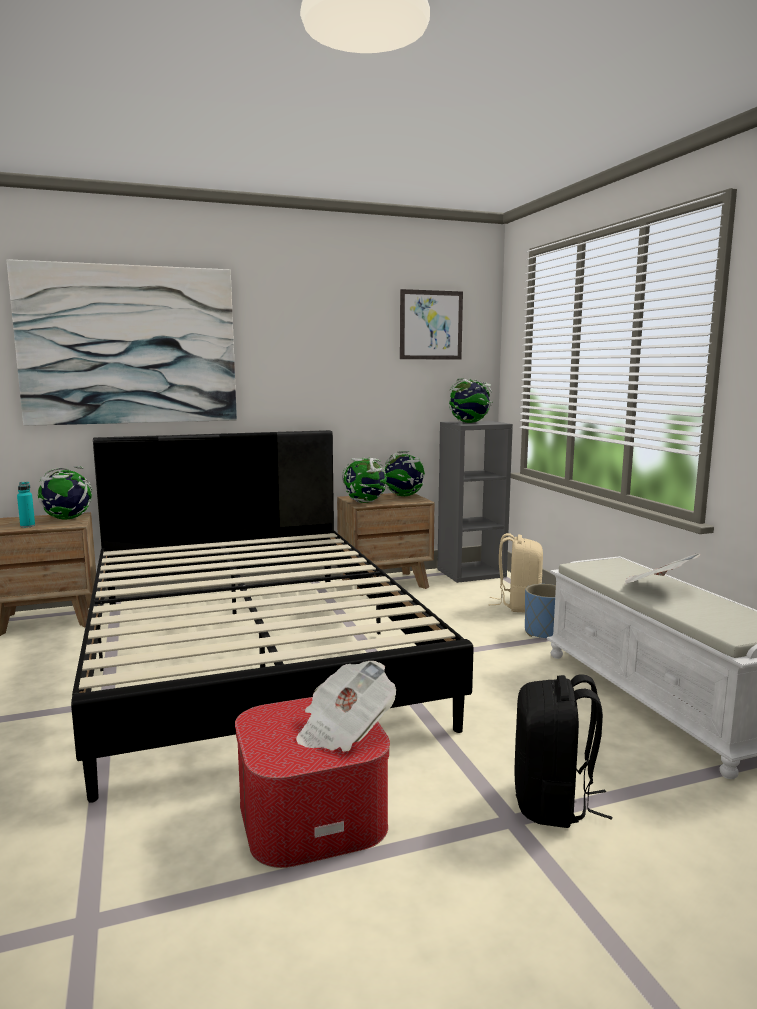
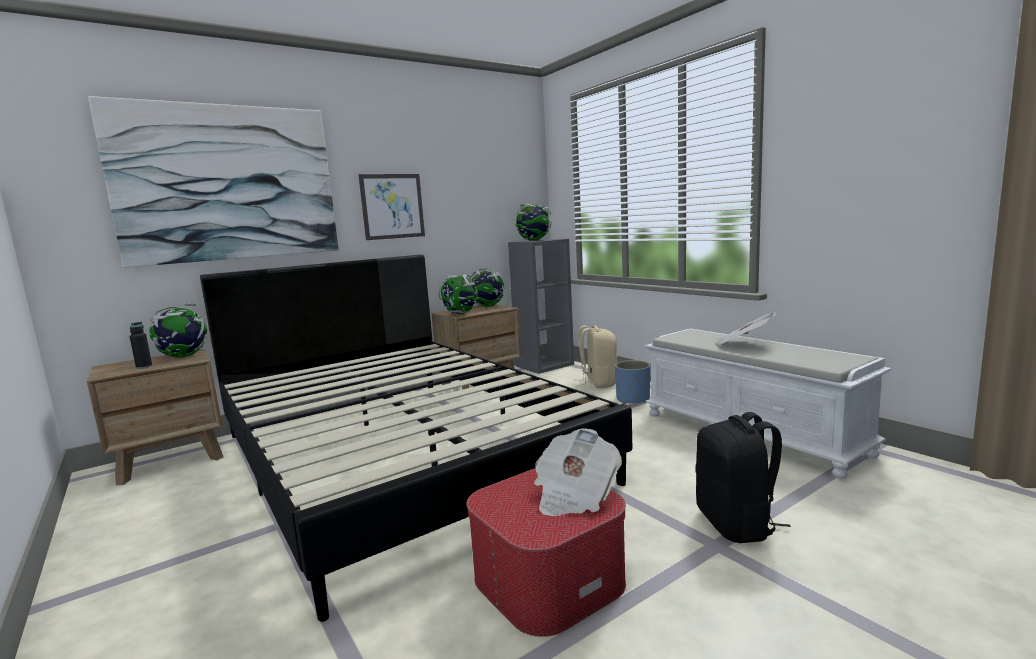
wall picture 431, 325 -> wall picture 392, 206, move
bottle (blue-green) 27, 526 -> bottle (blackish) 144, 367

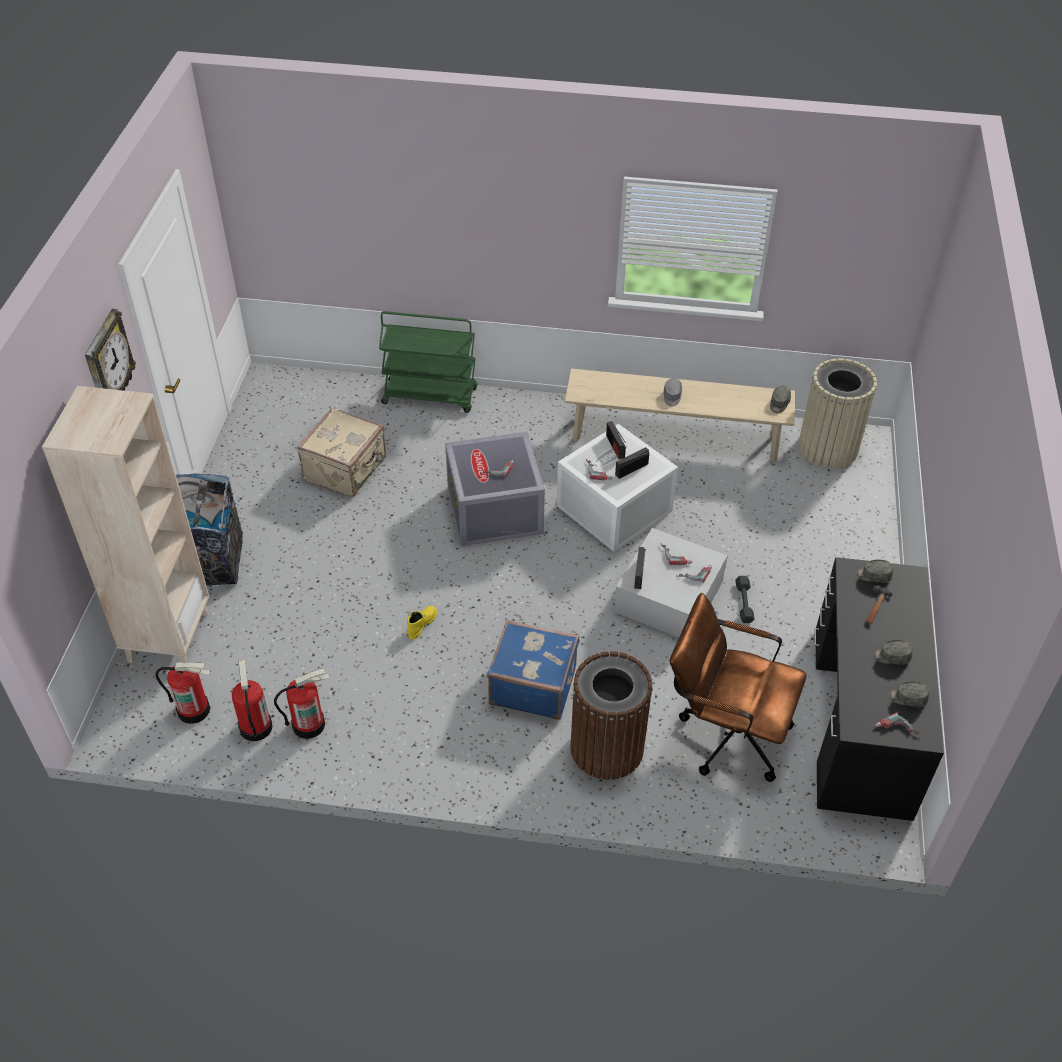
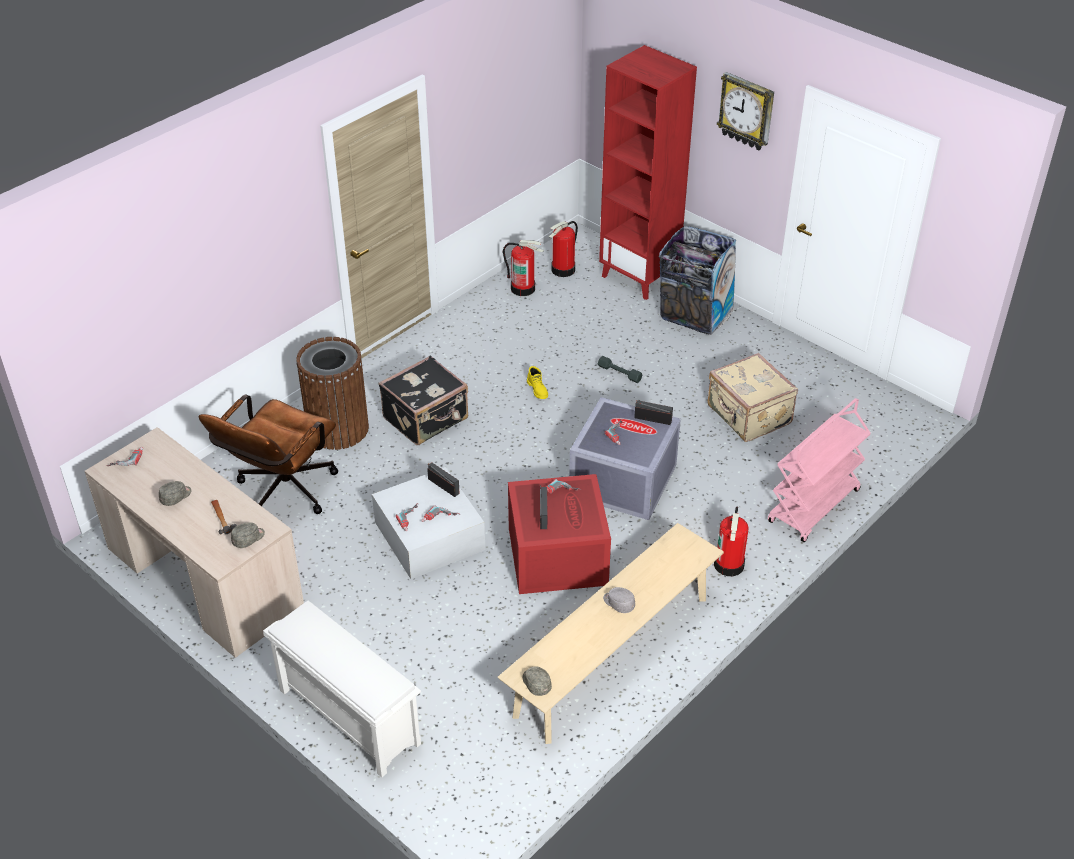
cart (green-coloured) 430, 396 -> cart (pinkish) 814, 507
waste bin (beige-coloured) 828, 448 -> none
shelving unit (beige-coloured) 168, 636 -> shelving unit (reddish) 639, 277
radio 615, 446 -> radio 652, 419, move
storage bin (white-coloured) 614, 510 -> storage bin (reddish) 556, 555
desk unit (blackish) 860, 720 -> desk unit (beige-coloured) 204, 576
free weight (gray) 744, 603 -> free weight (gray) 619, 373, move
desk chair (brown) 725, 733 -> desk chair (brown) 281, 494, 150 degrees clockwise
suitcase (blue-coloured) 533, 685 -> suitcase (blackish) 427, 419
fire extinguisher 308, 724 -> fire extinguisher 729, 565, move
cap (gray) 907, 698 -> none
none -> shoe rack (white-coloured) 347, 717

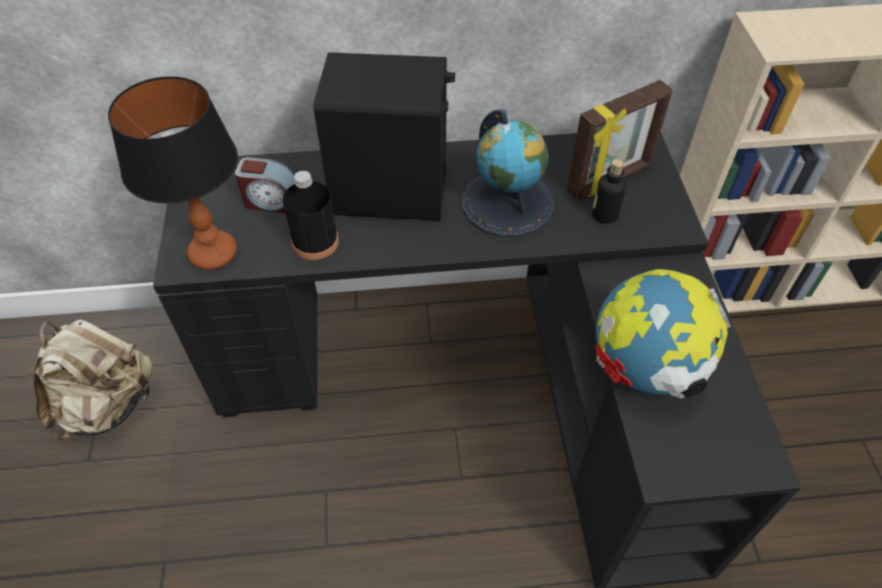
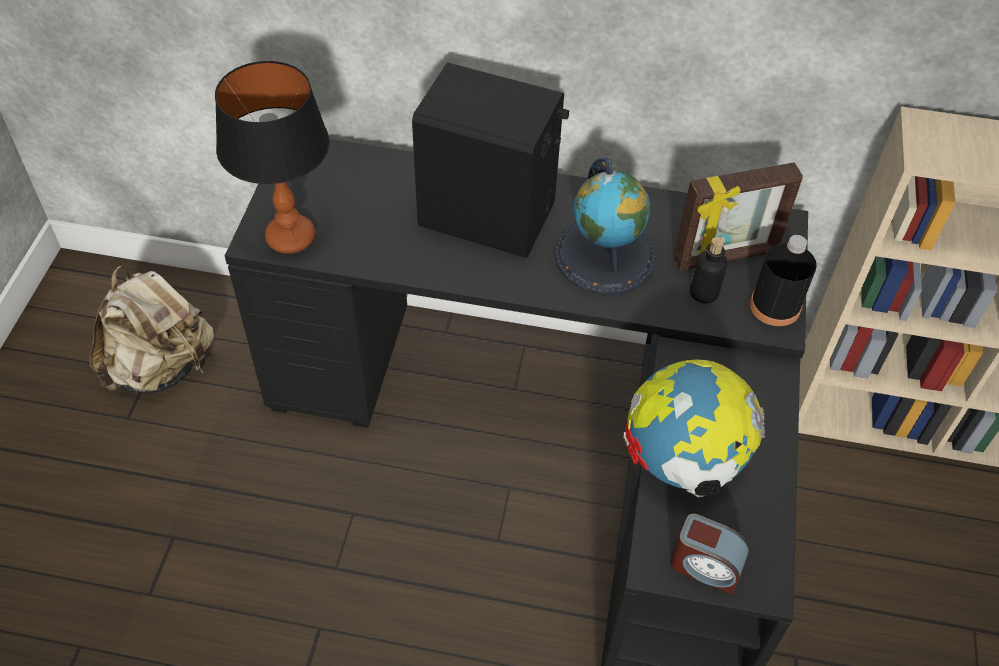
bedside clock 271, 201 -> bedside clock 705, 566, move
bottle (blackish) 315, 242 -> bottle (blackish) 775, 306, move

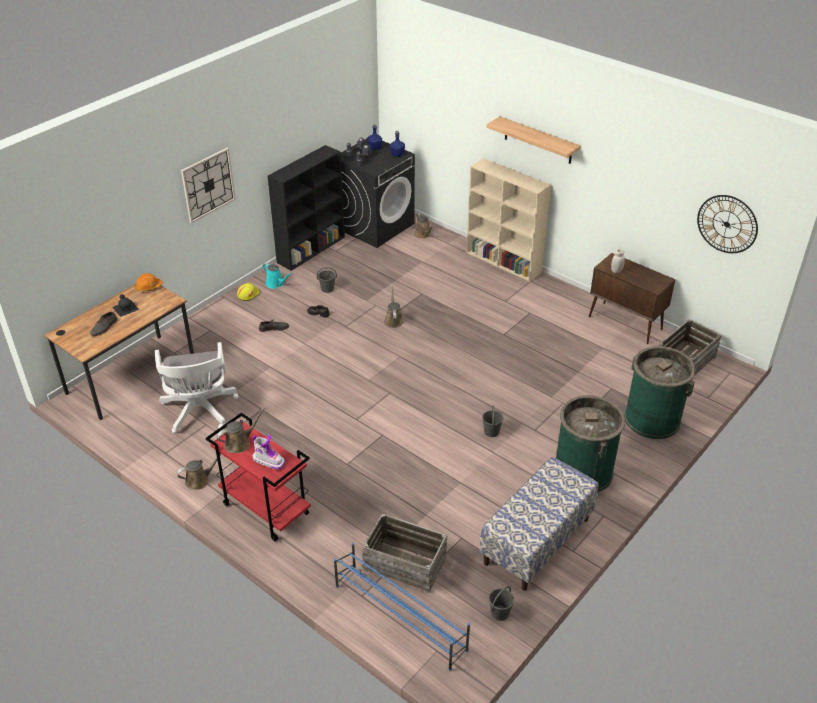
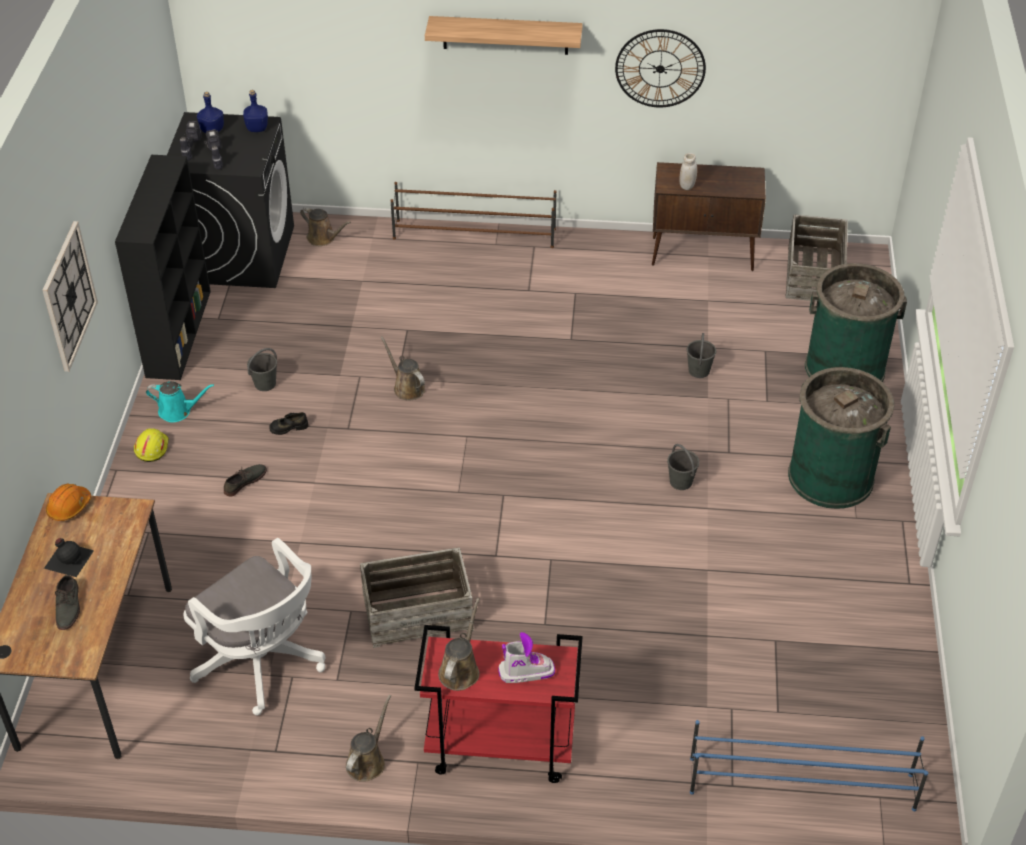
shelving unit (beige-coloured) 504, 262 -> shoe rack (brown) 475, 234
wall clock 727, 224 -> wall clock 660, 68, move
indoor bench 537, 541 -> none
shipping crate 405, 563 -> shipping crate 417, 612, move
water bucket (gray) 499, 613 -> water bucket (gray) 699, 371, move

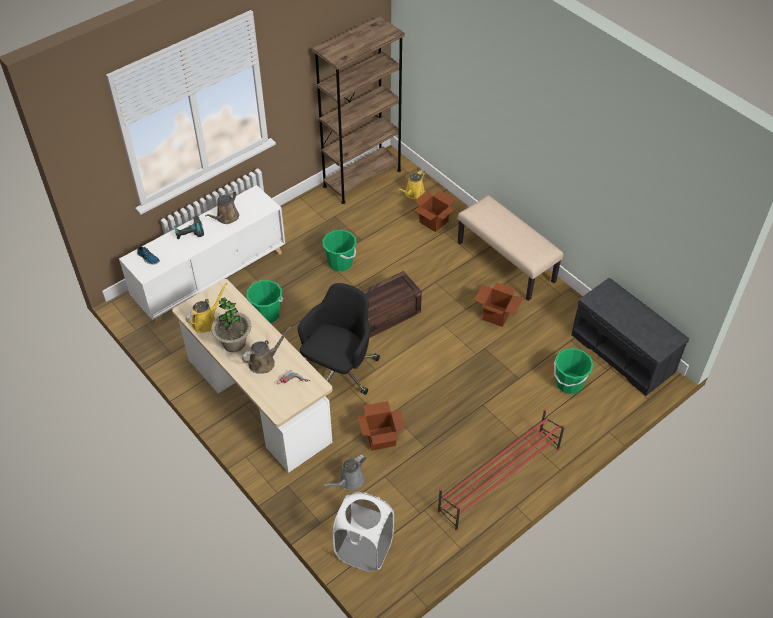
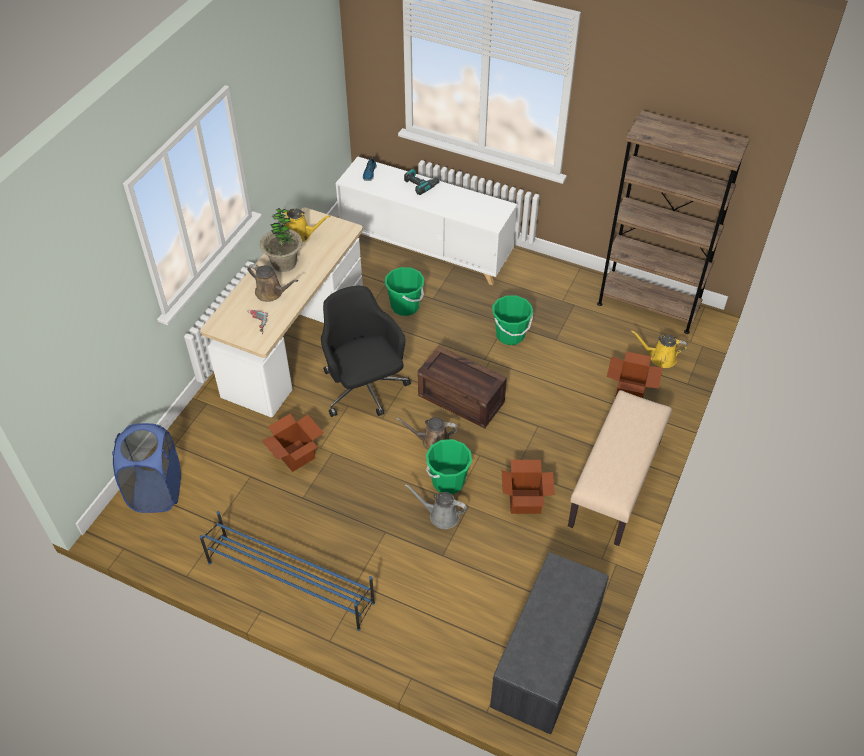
sprinkling can (brown) 226, 218 -> sprinkling can (brown) 432, 441, move
desk chair (blackish) 339, 370 -> desk chair (blackish) 364, 389, 120 degrees counterclockwise
water bucket (green-coloured) 569, 383 -> water bucket (green-coloured) 448, 481, move
shoe rack (reddish) 498, 479 -> shoe rack (blue-coloured) 289, 582
sprinkling can (gray) 349, 481 -> sprinkling can (gray) 441, 515, move
hamper (white-coloured) 364, 549 -> hamper (blue-coloured) 156, 491

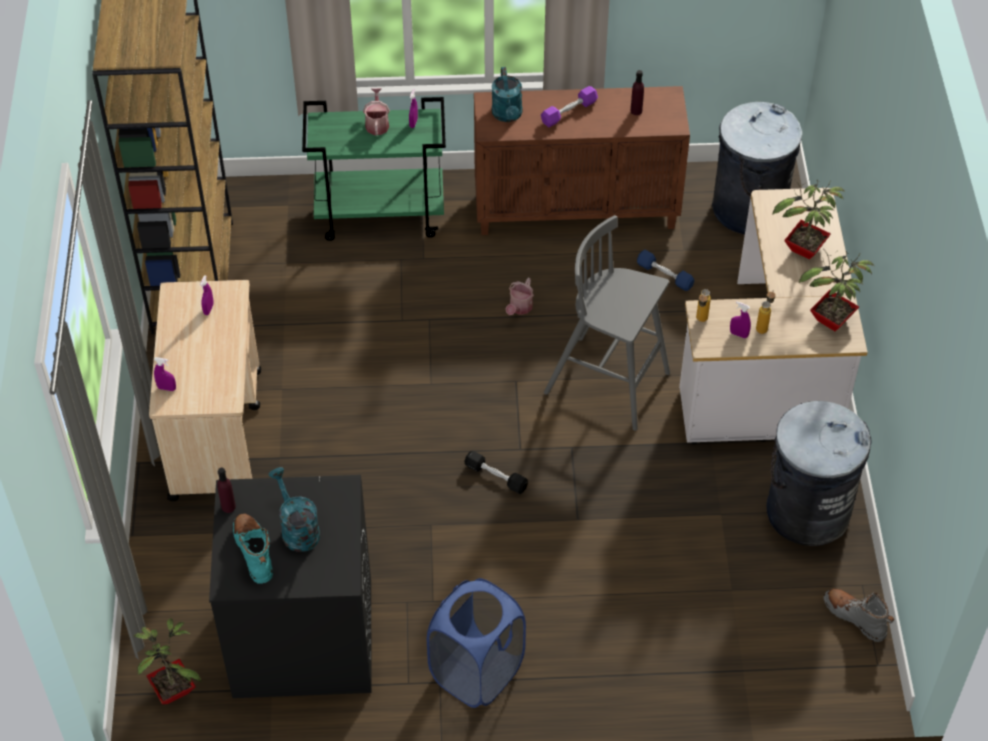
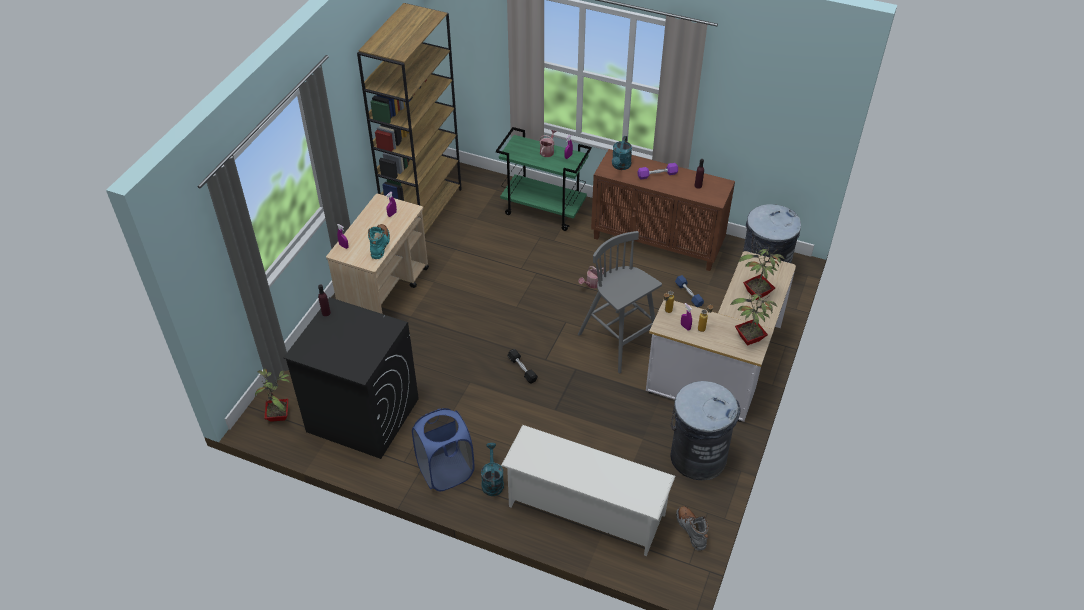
sprinkling can (blue-green) 297, 529 -> sprinkling can (blue-green) 492, 481, move
boot (blue-green) 254, 552 -> boot (blue-green) 380, 244, move
none -> shoe rack (white-coloured) 585, 510

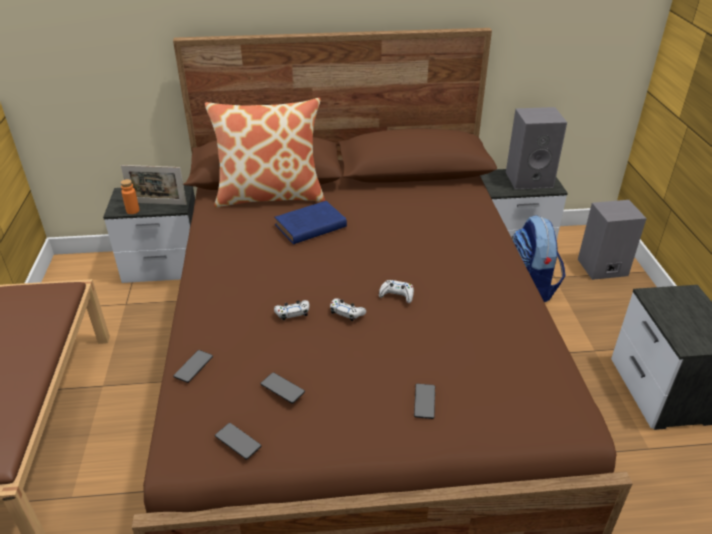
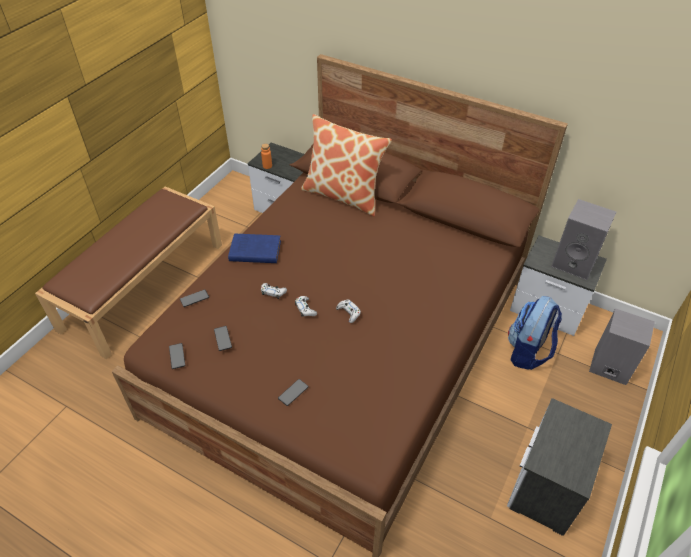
standing frame 158, 203 -> none
bound book (blue-coloured) 309, 227 -> bound book (blue-coloured) 253, 251, move

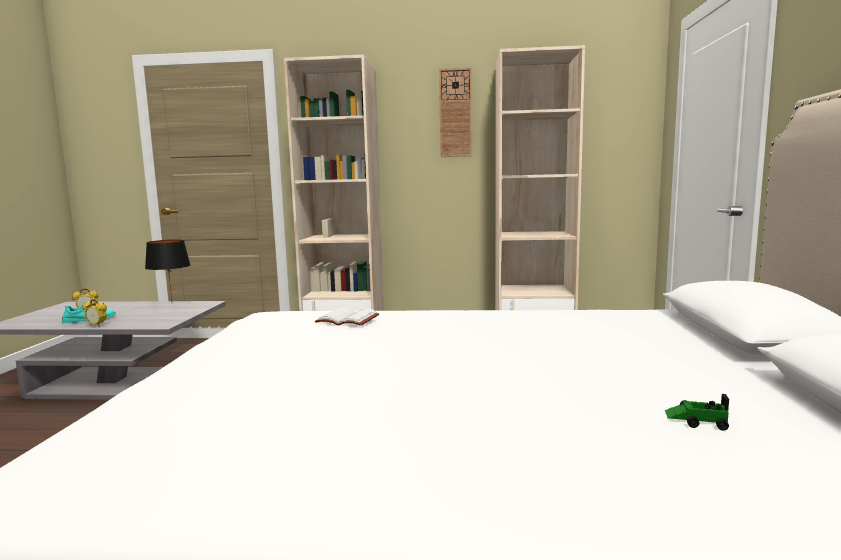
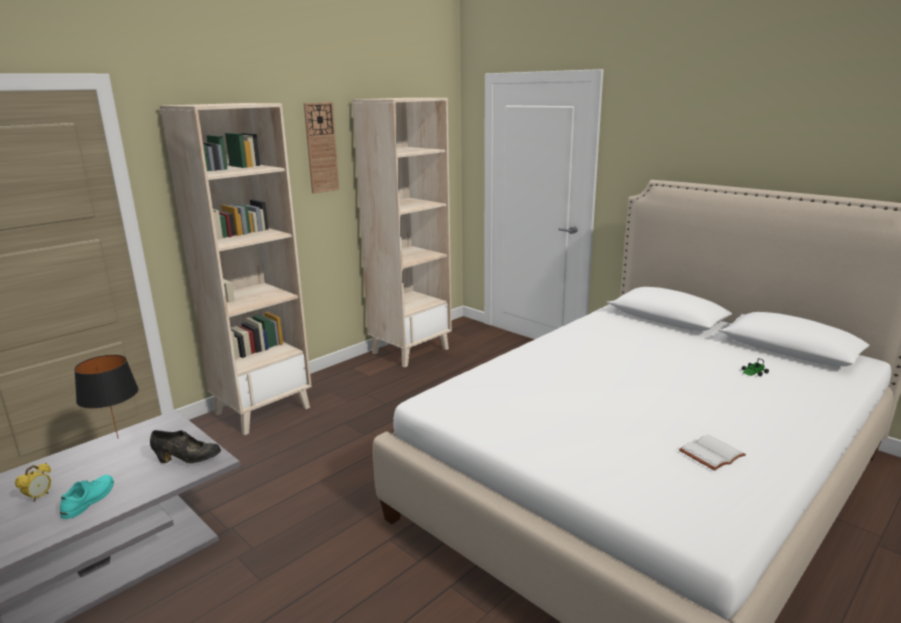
bedside clock 97, 326 -> none
bound book (white-coloured) 346, 320 -> bound book (white-coloured) 712, 455, move
none -> shoe (blackish) 187, 460

